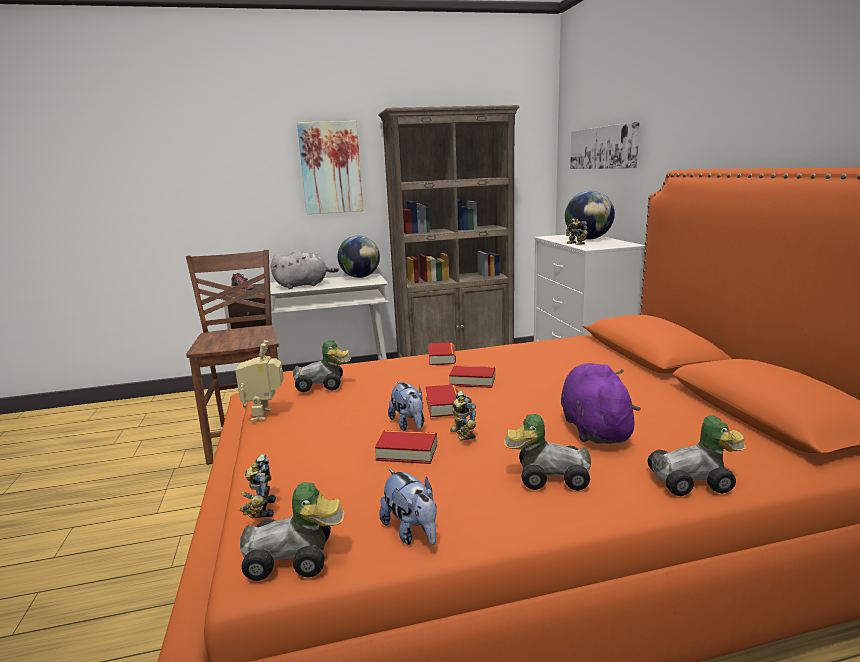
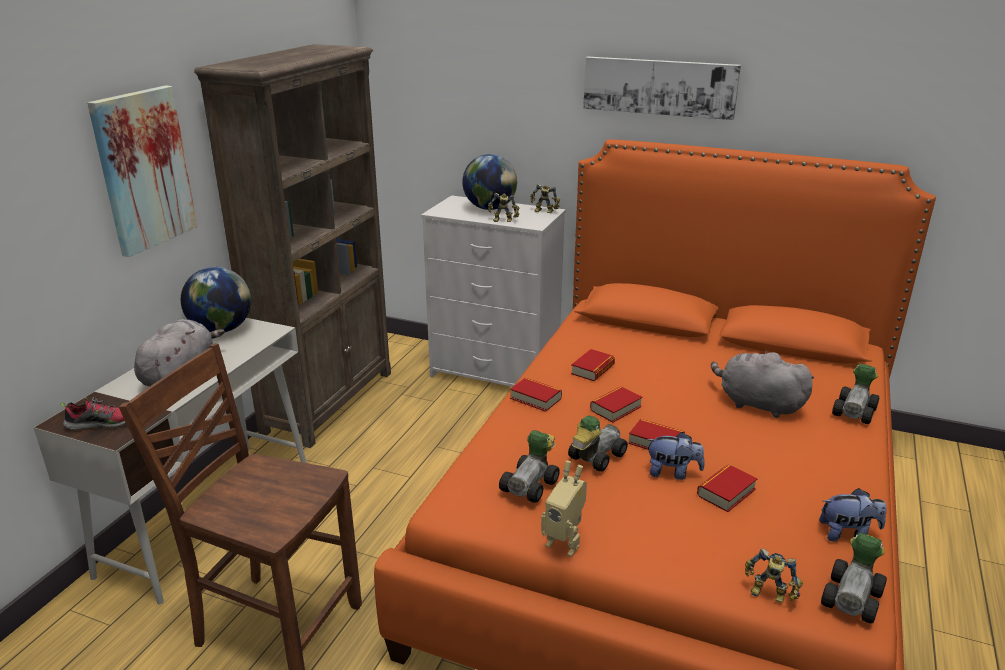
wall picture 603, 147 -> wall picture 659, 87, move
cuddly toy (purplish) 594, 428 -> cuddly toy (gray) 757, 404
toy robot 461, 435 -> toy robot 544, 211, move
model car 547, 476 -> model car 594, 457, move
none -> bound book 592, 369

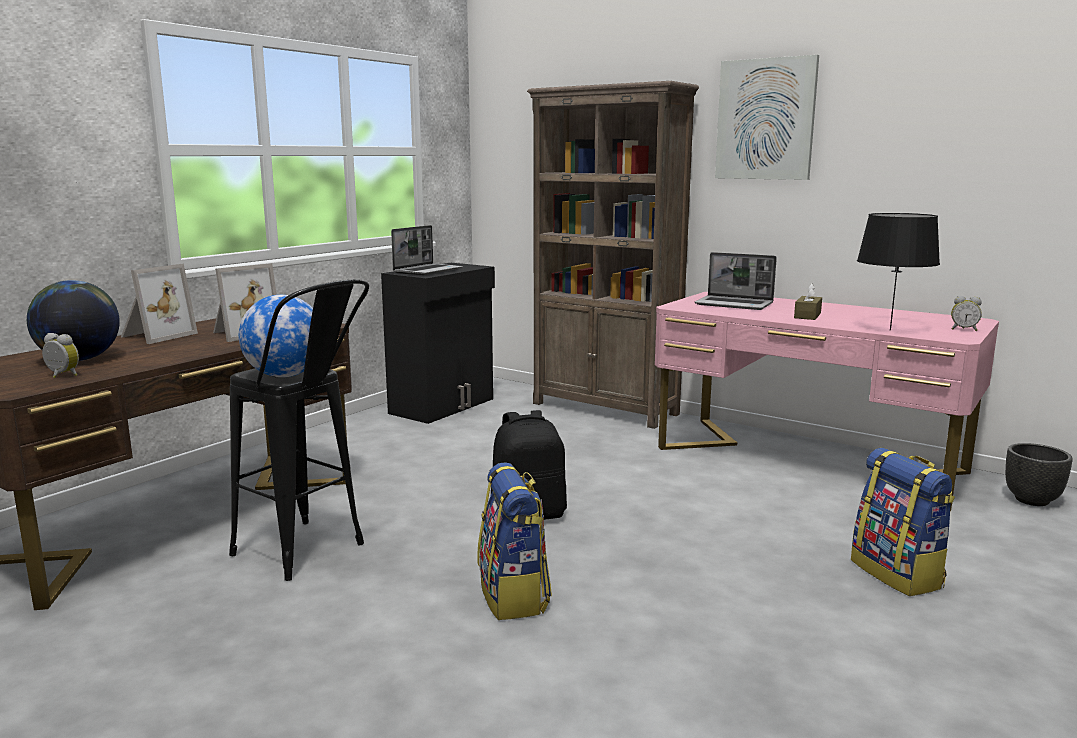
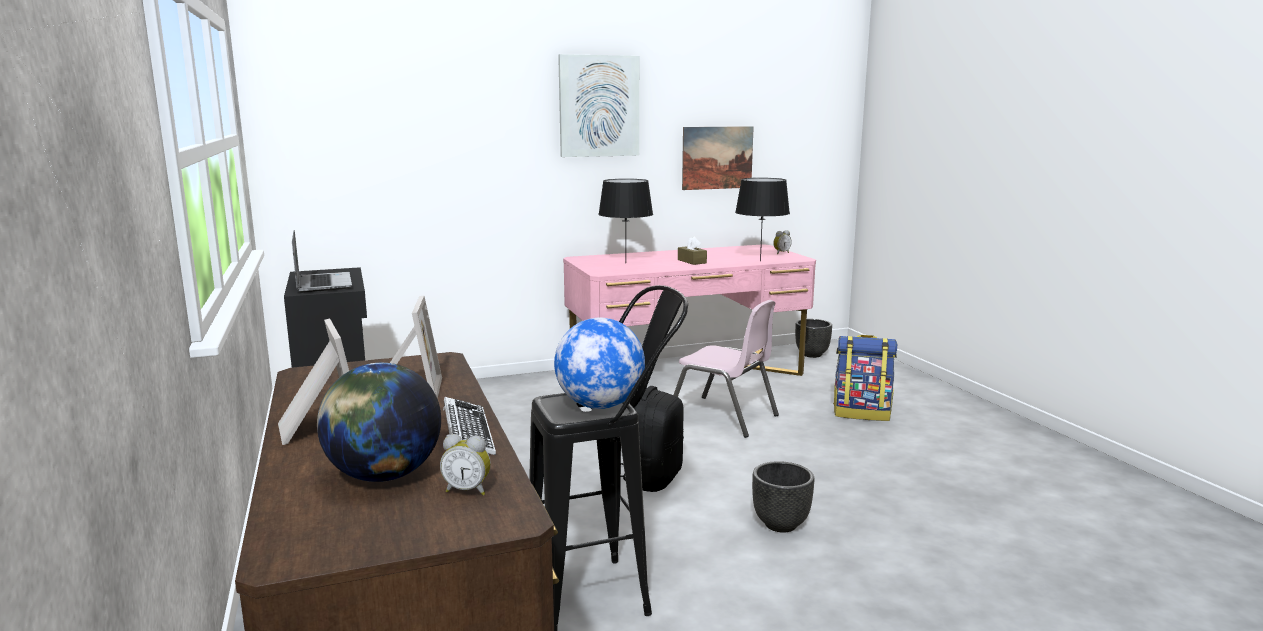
shelving unit (brown) 605, 409 -> none
notebook computer 735, 304 -> tabletop lamp (blackish) 625, 263
bedside clock 61, 376 -> bedside clock 468, 490, 135 degrees counterclockwise
knapsack 514, 596 -> plant pot (blackish) 781, 524
none -> wall picture 717, 158
none -> plain chair (pinkish) 723, 417
none -> computer keyboard 467, 433

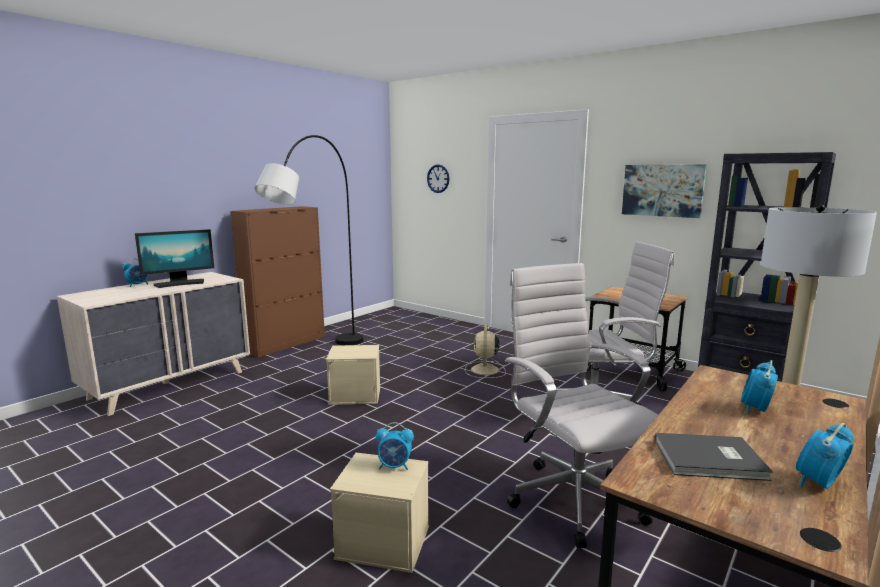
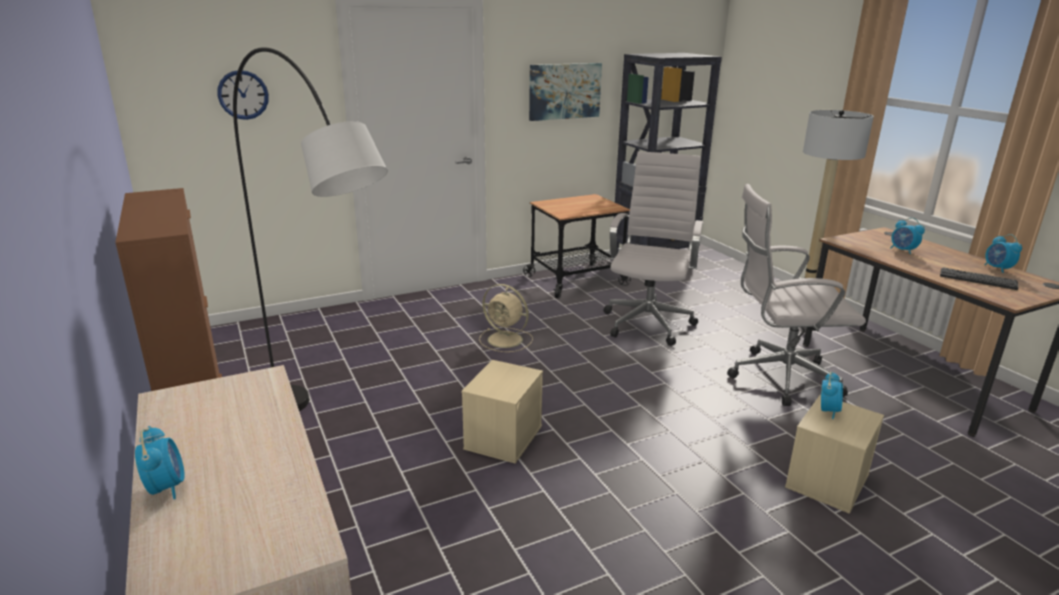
computer screen 180, 283 -> none
bound book (gray) 711, 460 -> computer keyboard 977, 279

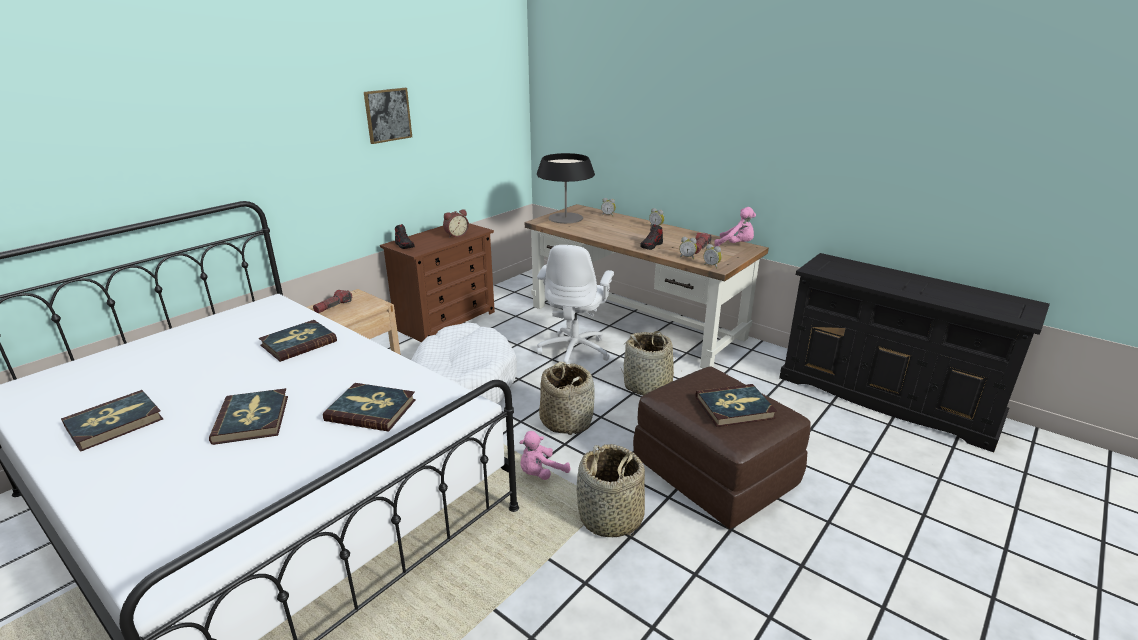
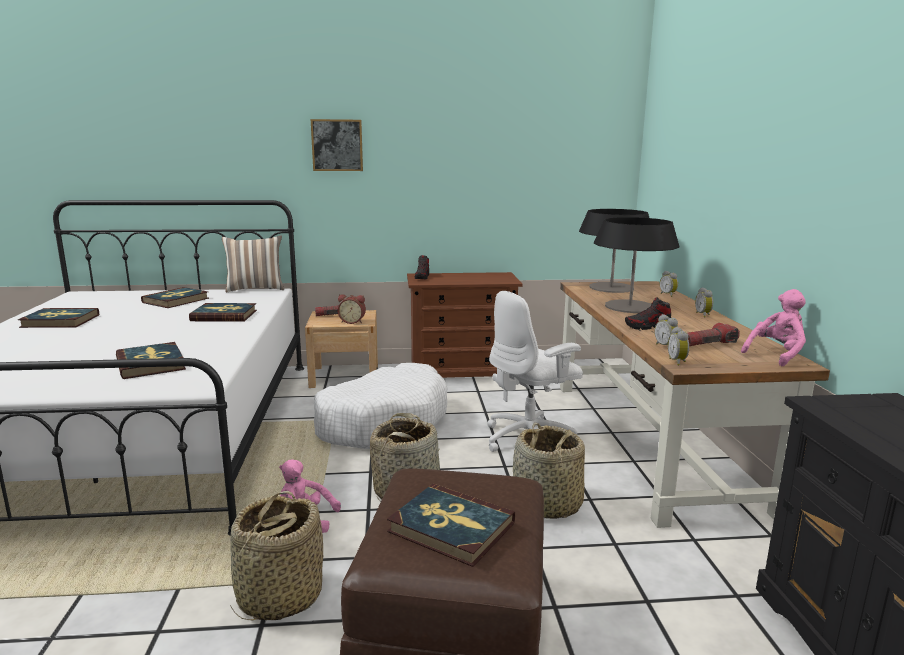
wall picture 387, 115 -> wall picture 337, 145, move
cuddly toy (pinkish) 736, 245 -> cuddly toy (pinkish) 776, 355, 105 degrees counterclockwise
bedside clock 456, 235 -> bedside clock 352, 322, move
bound book 252, 419 -> bound book 176, 300, move
none -> tabletop lamp 629, 306
none -> throw pillow 255, 289

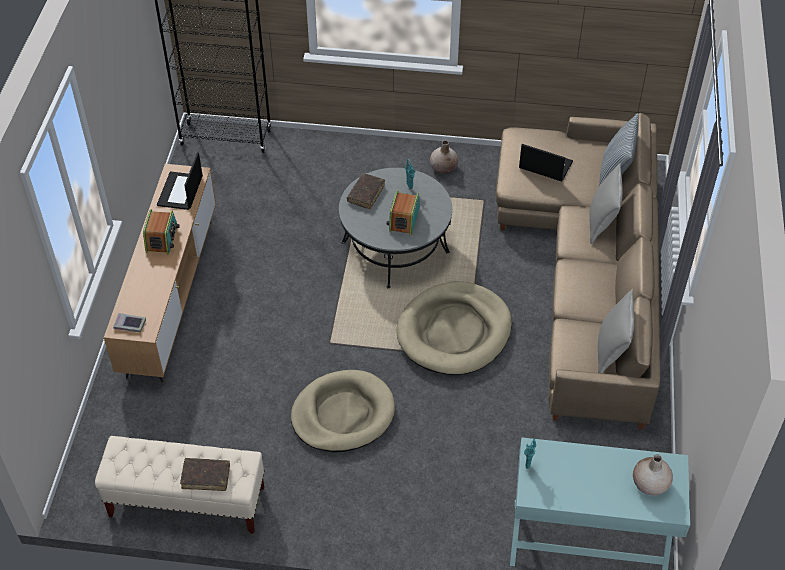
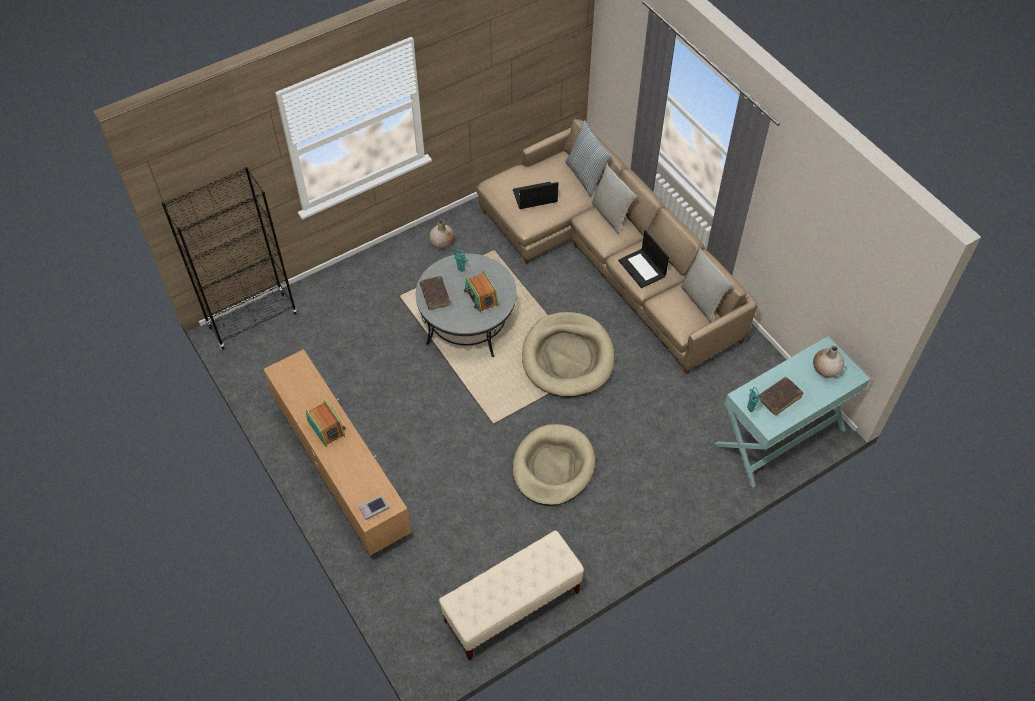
notebook computer 180, 191 -> notebook computer 642, 268, move
bound book (brown) 206, 477 -> bound book (brown) 779, 398, move

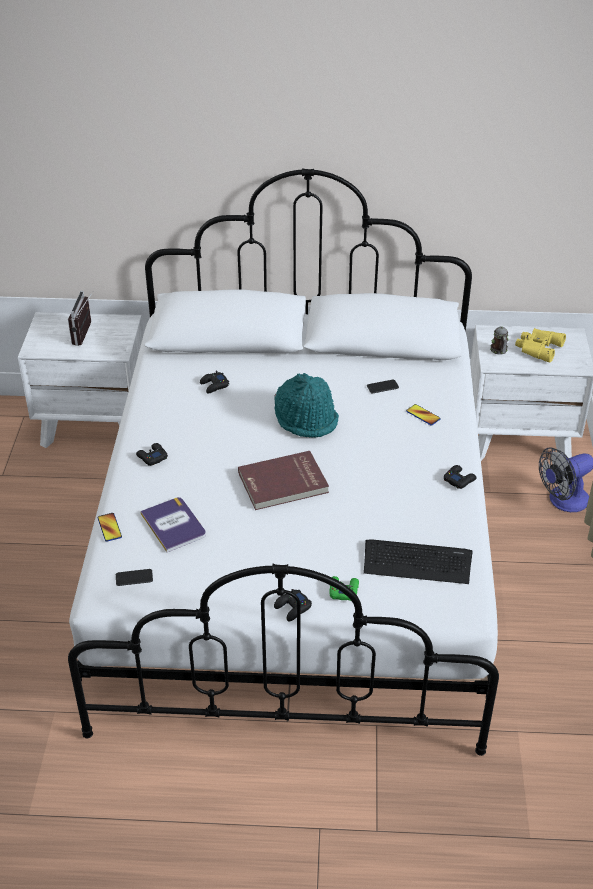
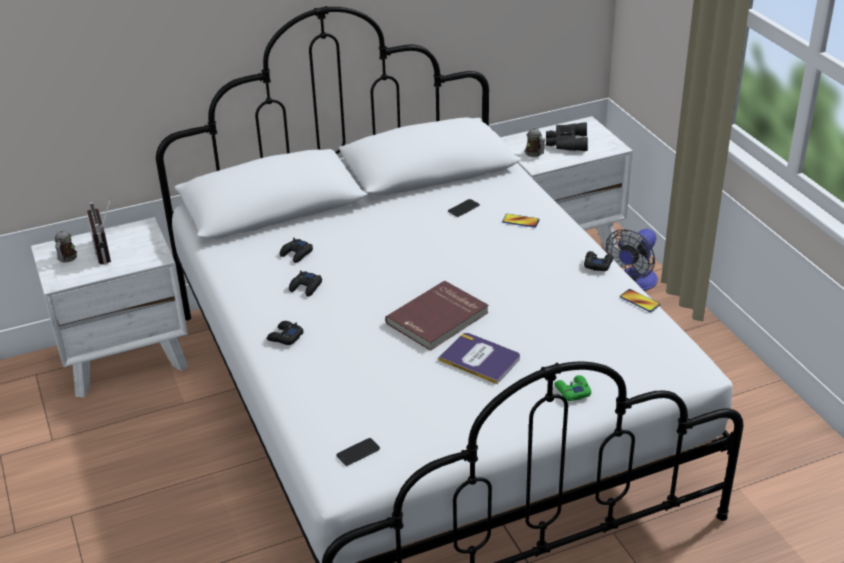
binoculars (yellow-coloured) 537, 348 -> binoculars (blackish) 566, 142
wearable hat (blue-green) 306, 419 -> none
bound book 173, 525 -> bound book 480, 359, move
handset 109, 527 -> handset 639, 301, move
computer keyboard 417, 562 -> none
gamepad (blackish) 292, 608 -> gamepad (blackish) 306, 287, move
none -> coffee mug 66, 259

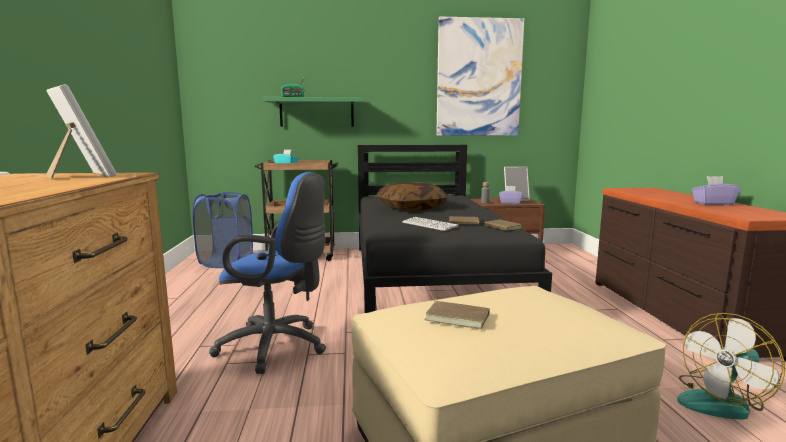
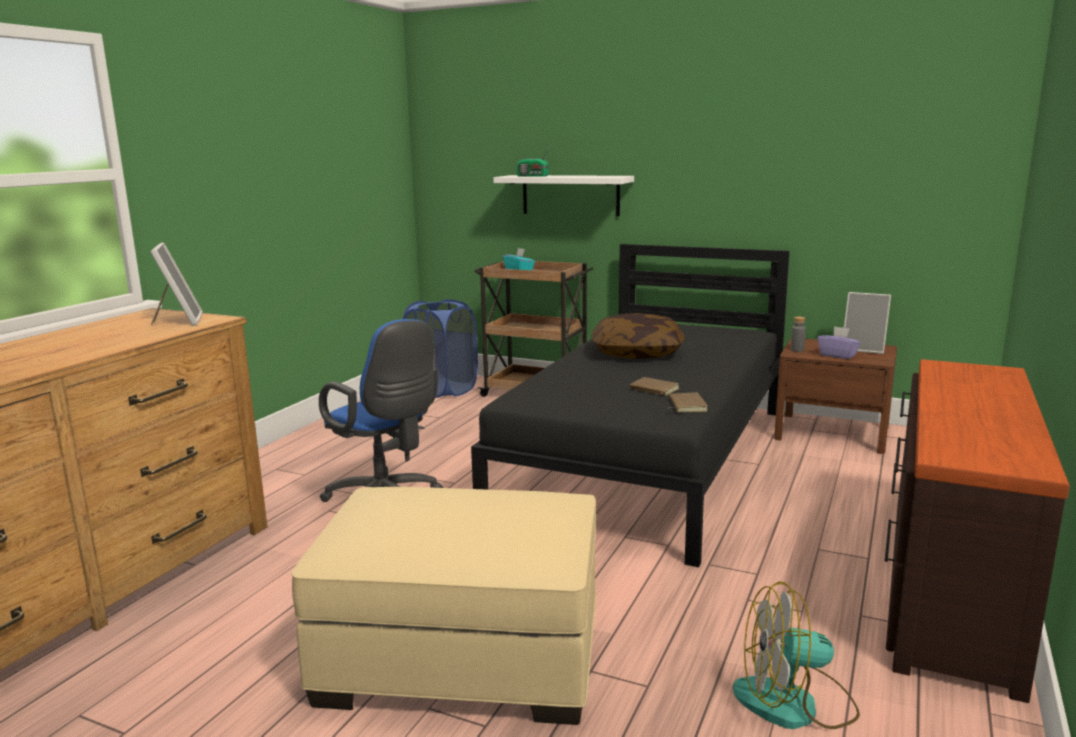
wall picture 479, 78 -> none
bracket shelf (green-coloured) 317, 112 -> bracket shelf (white-coloured) 570, 195
tissue box (purplish) 713, 203 -> none
computer keyboard 429, 225 -> none
bound book (brown) 458, 317 -> none

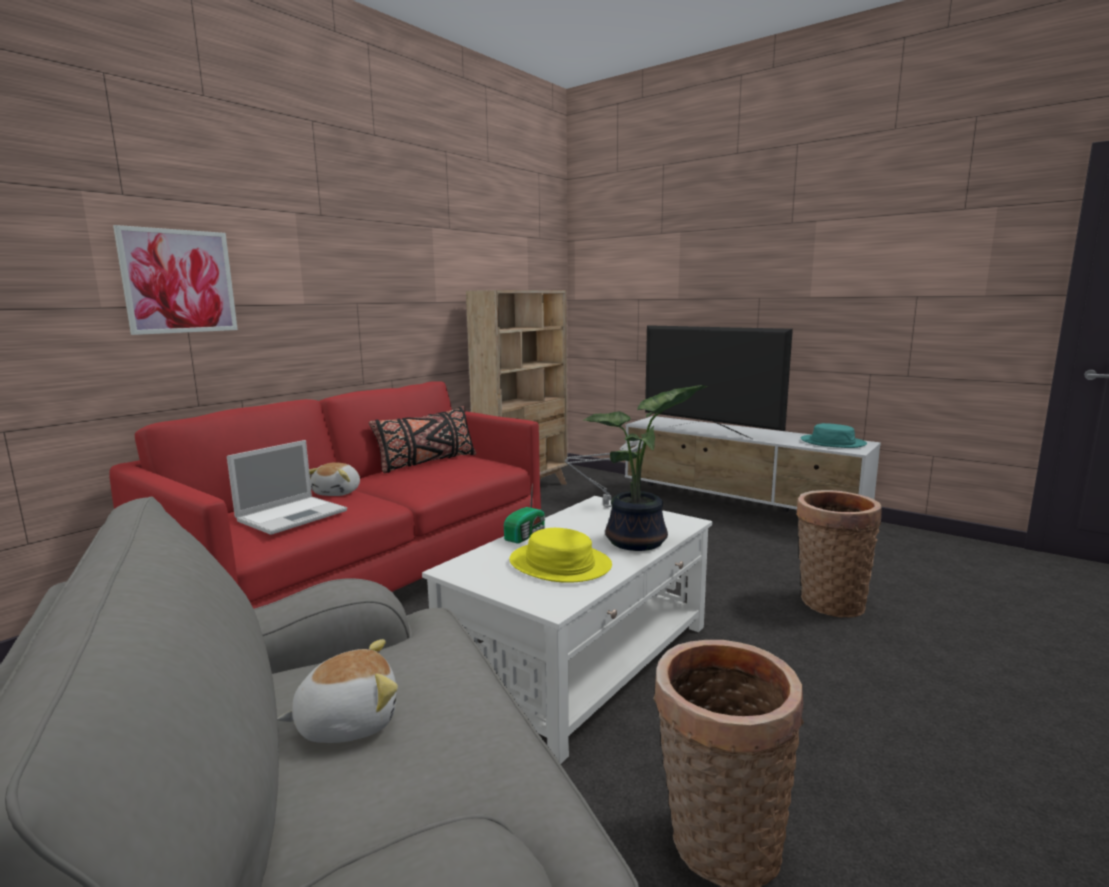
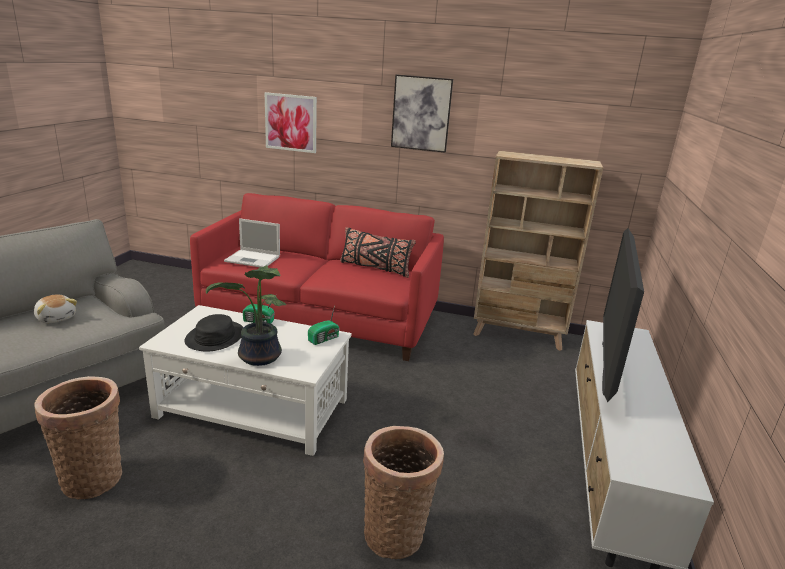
wearable hat (blue-green) 832, 442 -> none
tabletop lamp (gray) 604, 507 -> radio 324, 339
cuddly toy 338, 492 -> none
wearable hat (yellow-coloured) 559, 564 -> wearable hat (blackish) 215, 337
none -> wall picture 421, 113

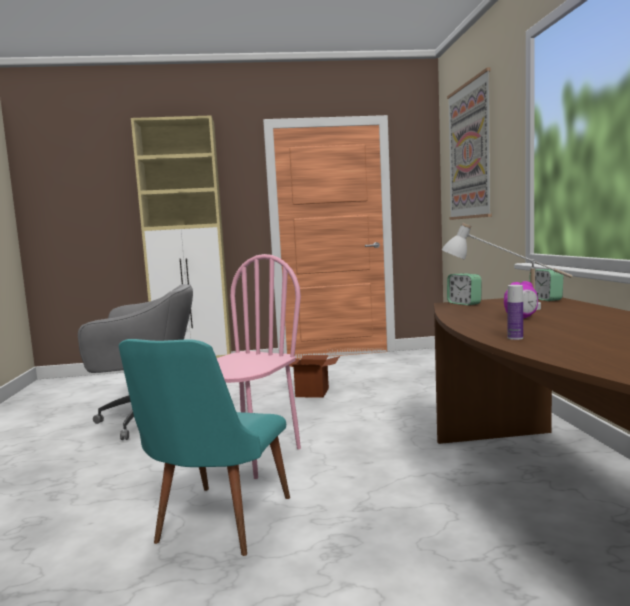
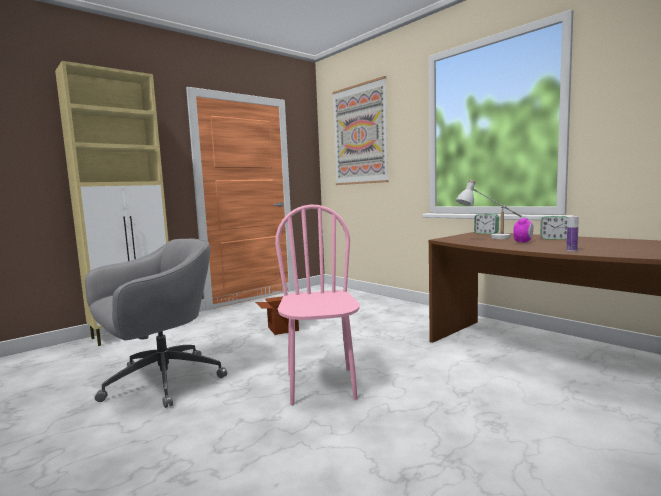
bedside clock 464, 303 -> bedside clock 554, 239, move
plain chair (blue-green) 215, 526 -> none

